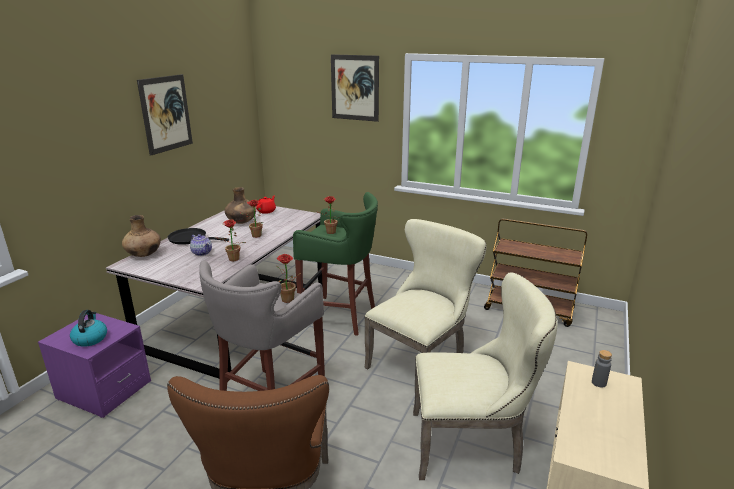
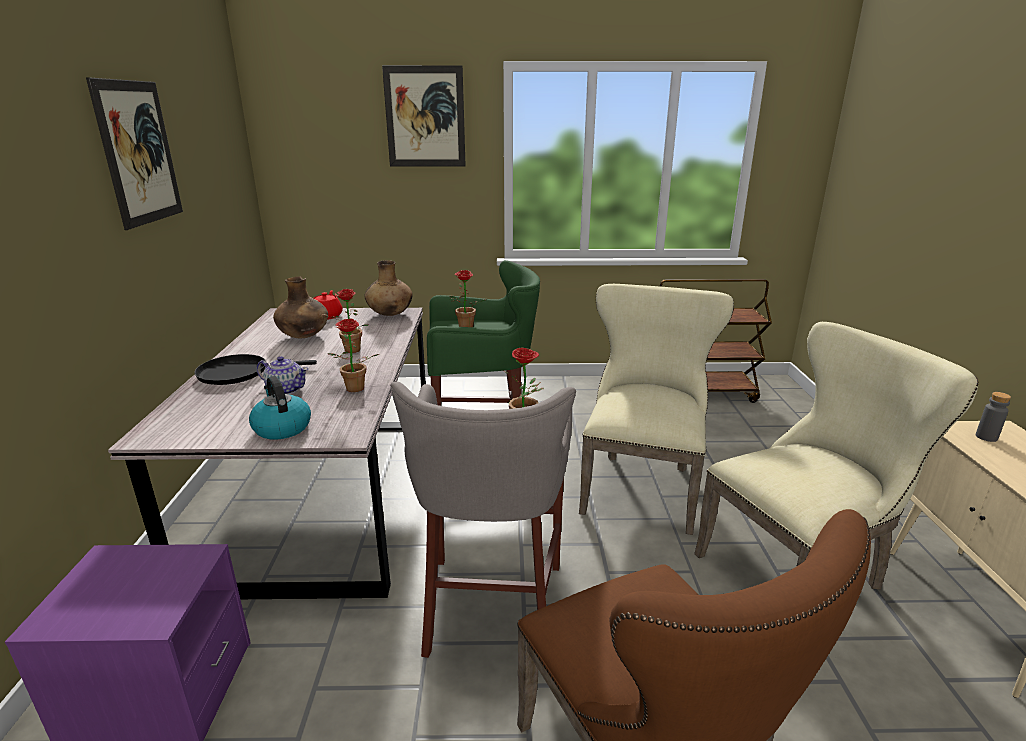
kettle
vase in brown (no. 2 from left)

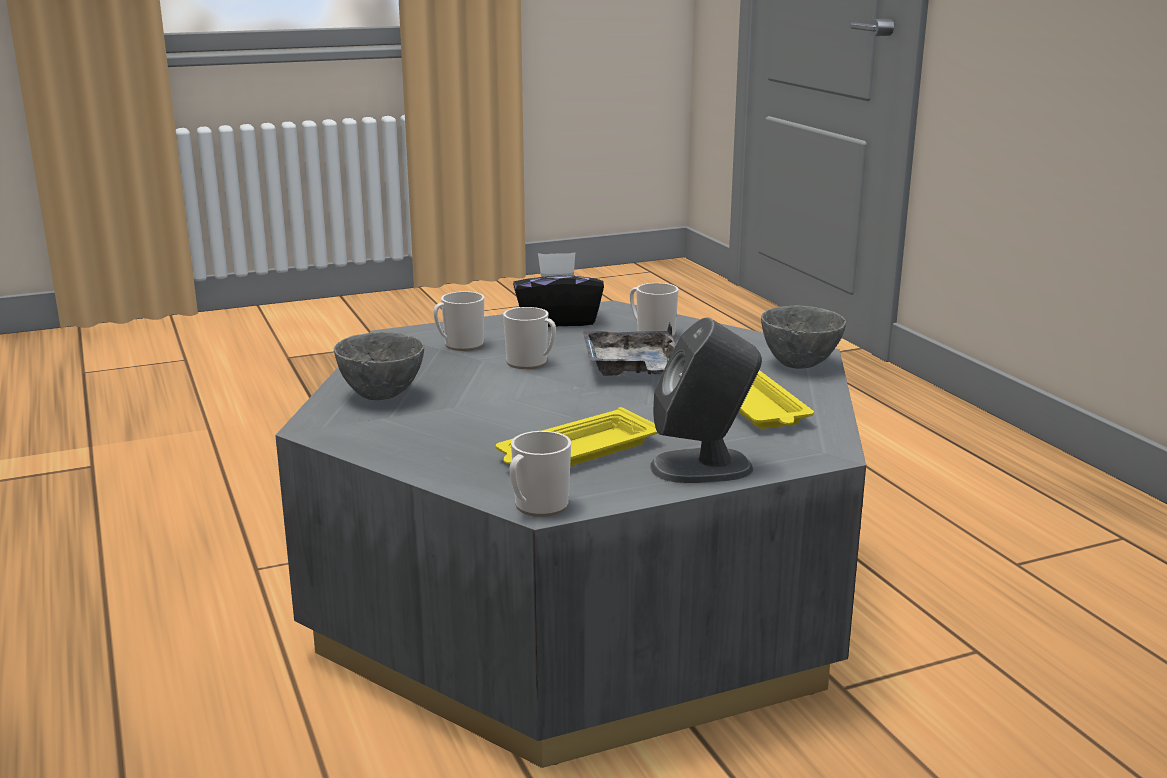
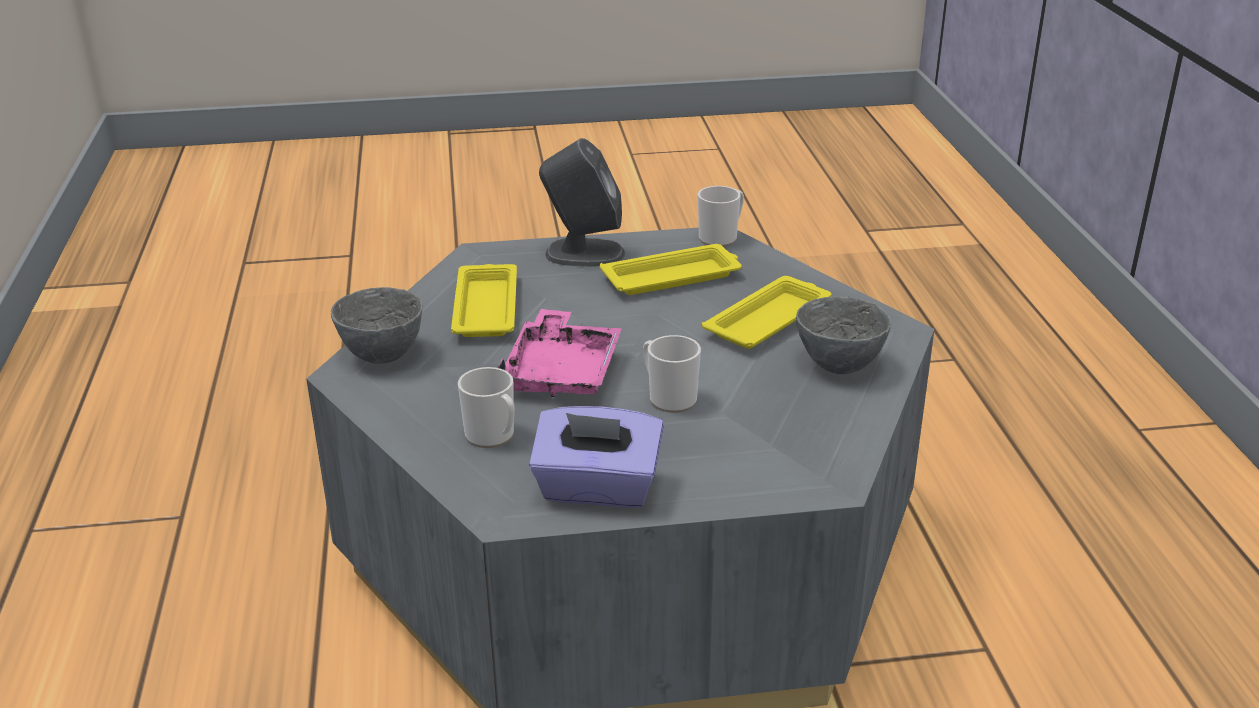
mug (no. 1 from left in the first image)
tissue box in purple
tray in pink
tray in yellow (no. 3 from left)

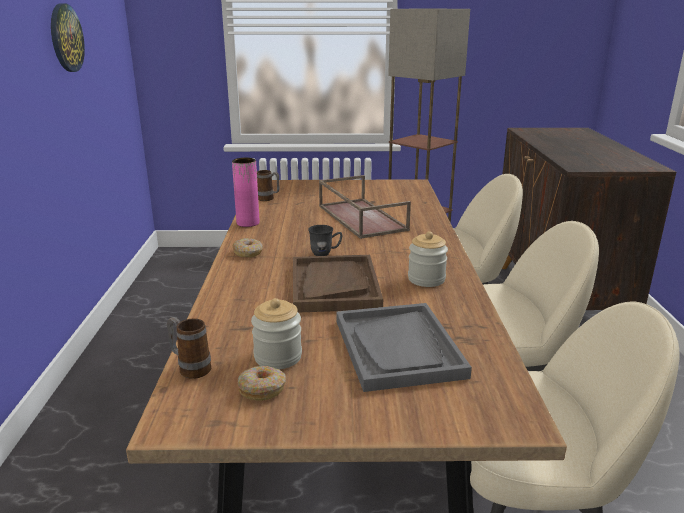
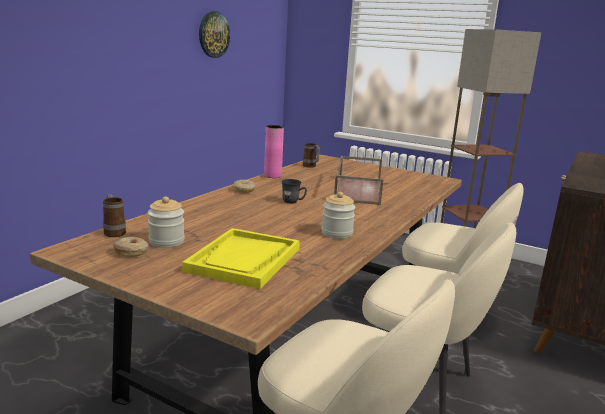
tray in brown (no. 1 from left in the first image)
tray in yellow

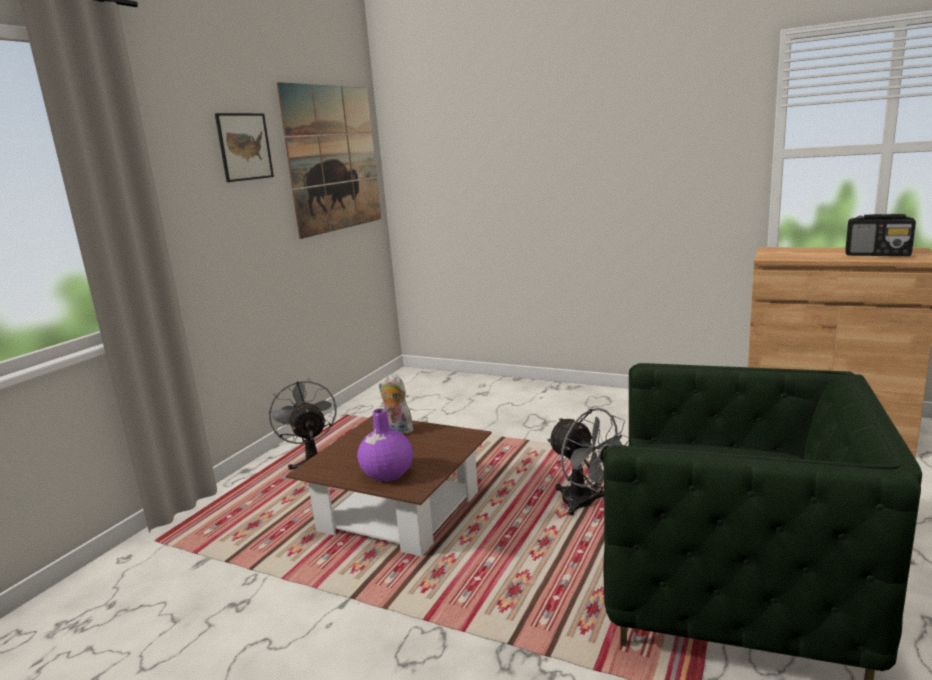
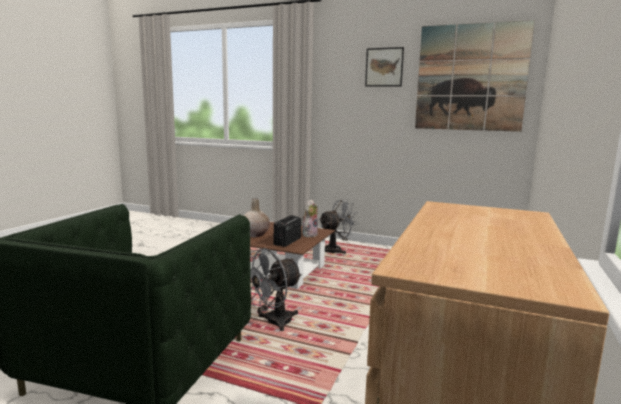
vase in beige
radio

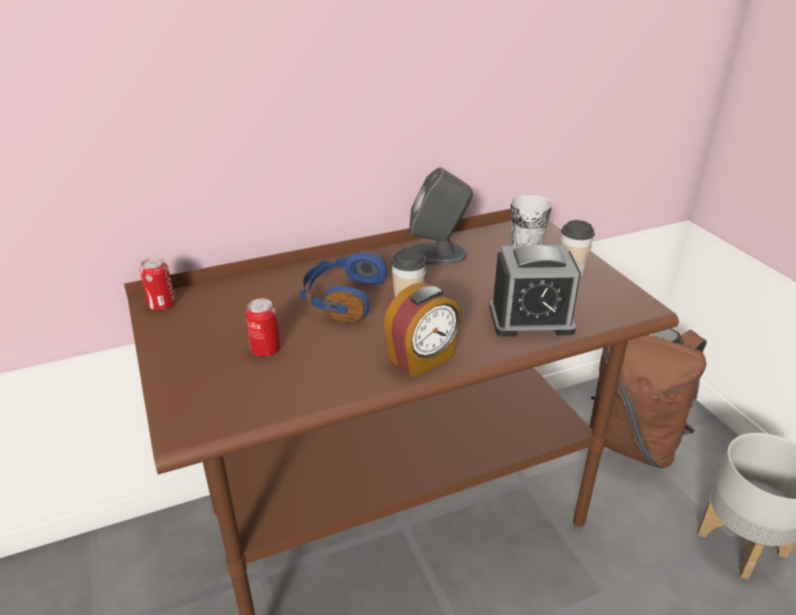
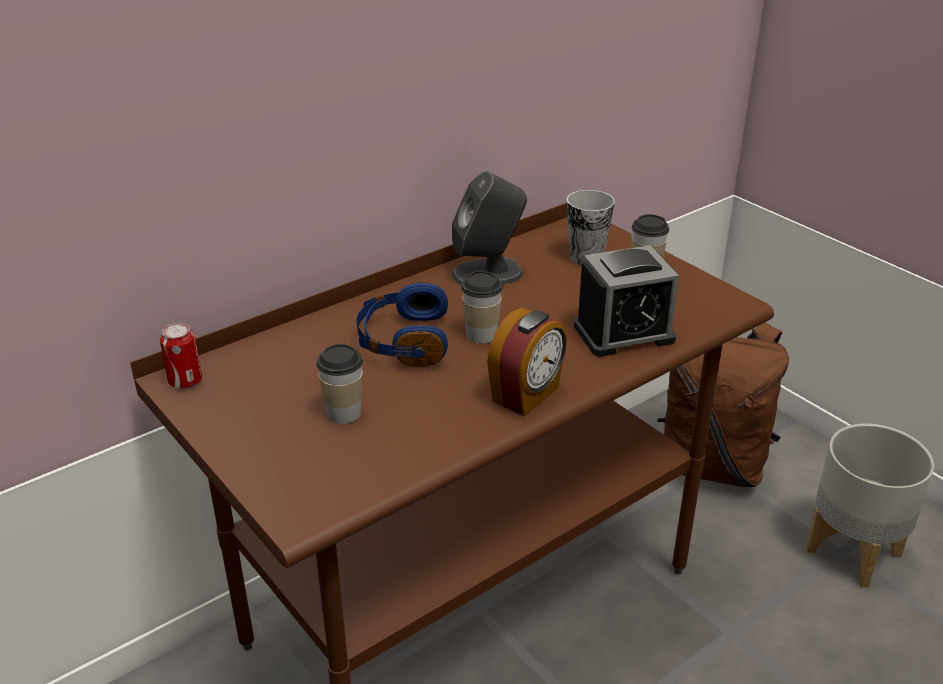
cup (no. 1 from left)

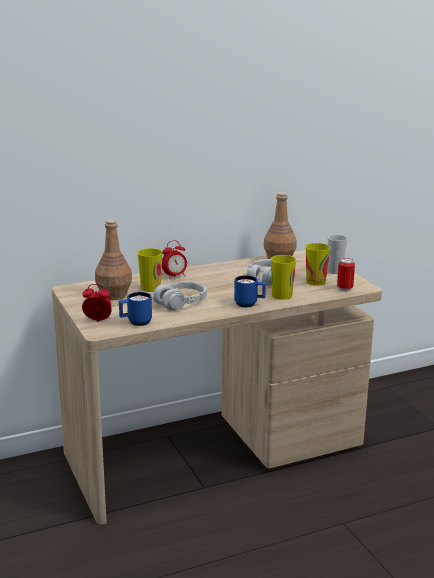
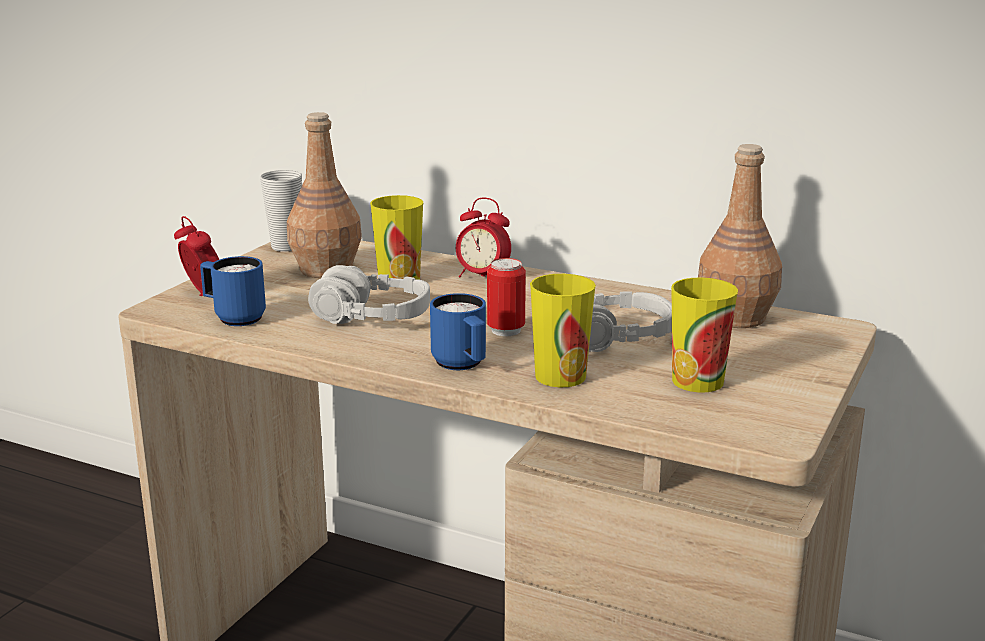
cup (no. 1 from left)
can

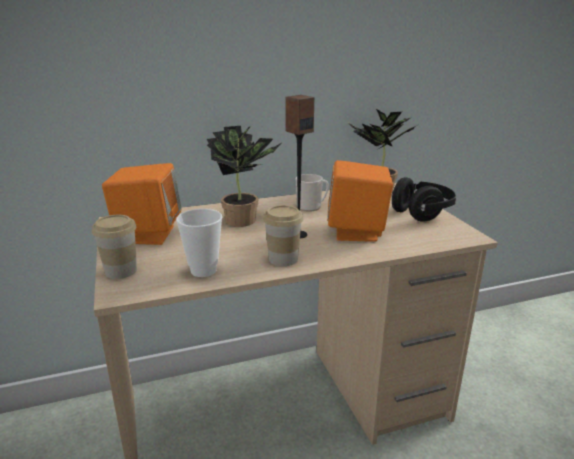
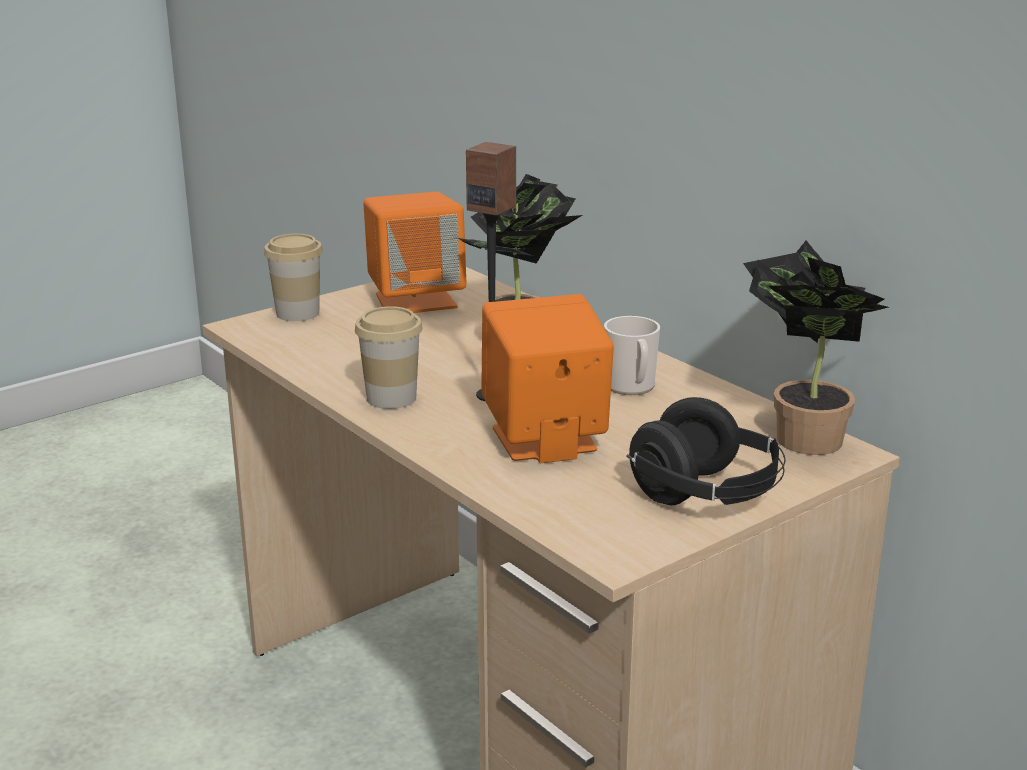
cup (no. 2 from left in the first image)

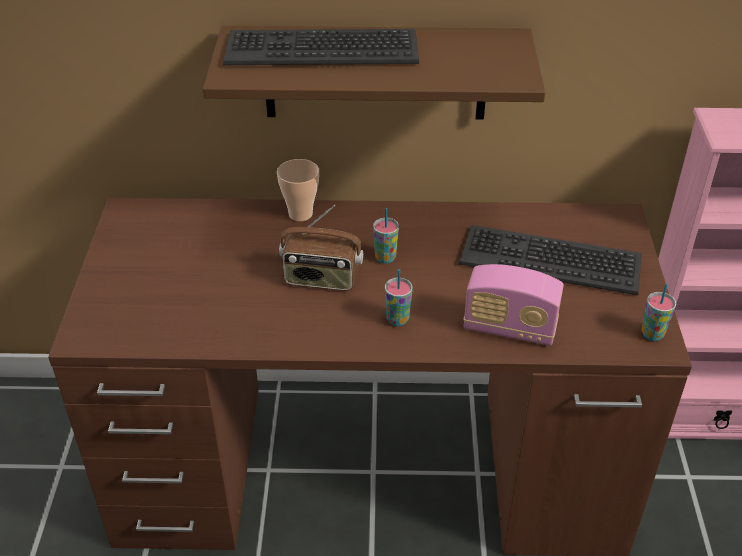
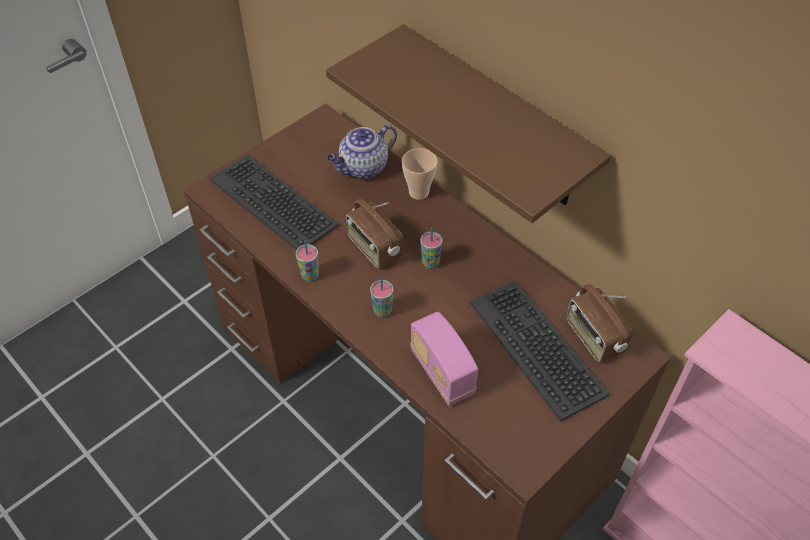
keyboard (no. 1 from left)
cup (no. 1 from left)
teapot
radio (no. 3 from left)

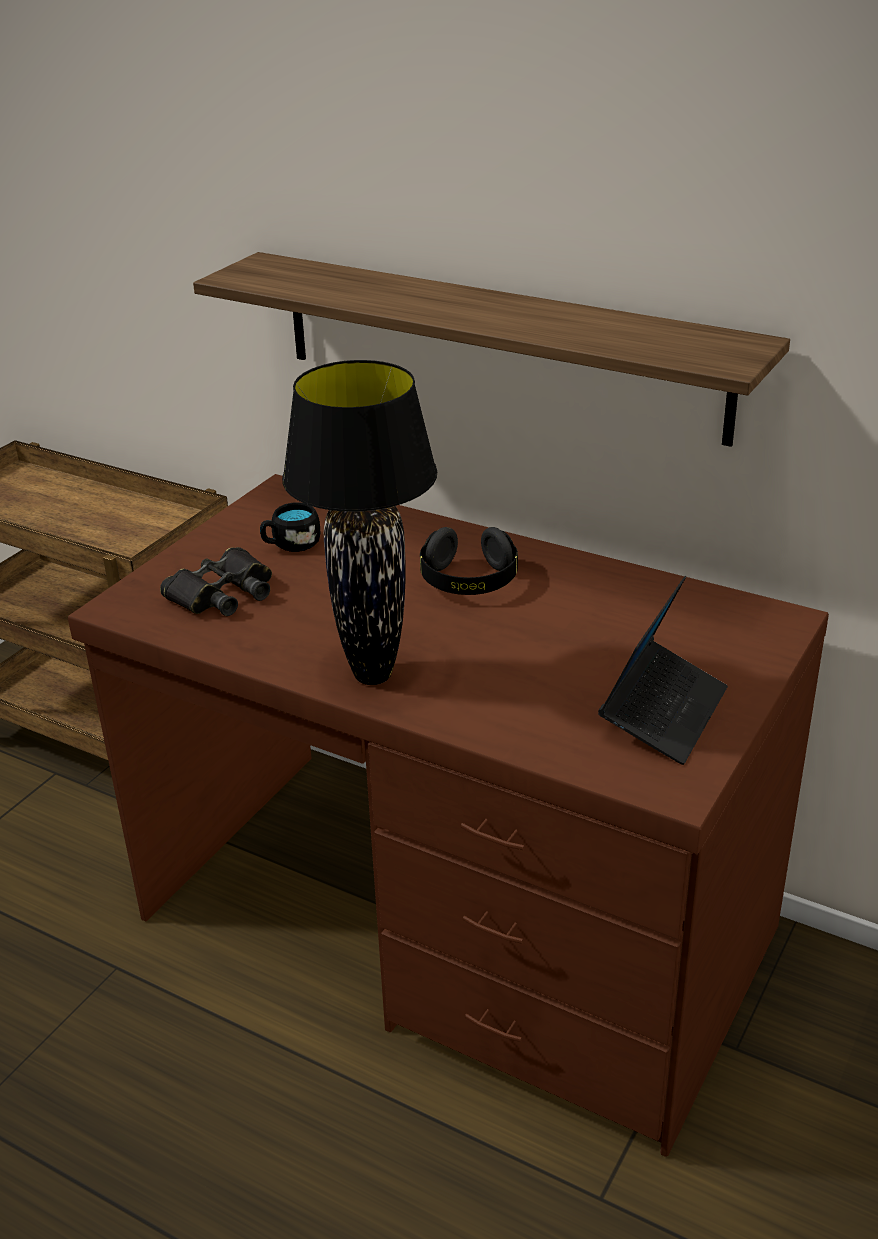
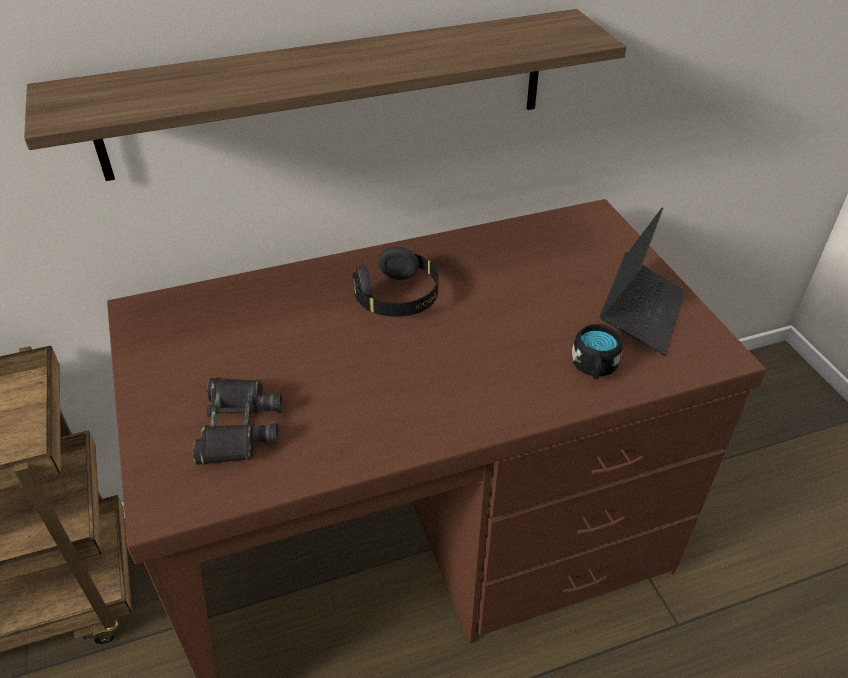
mug in black
table lamp in black
laptop

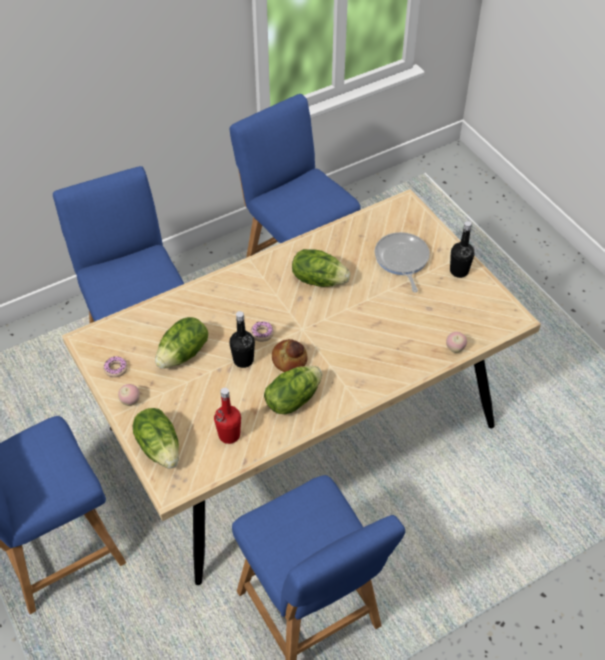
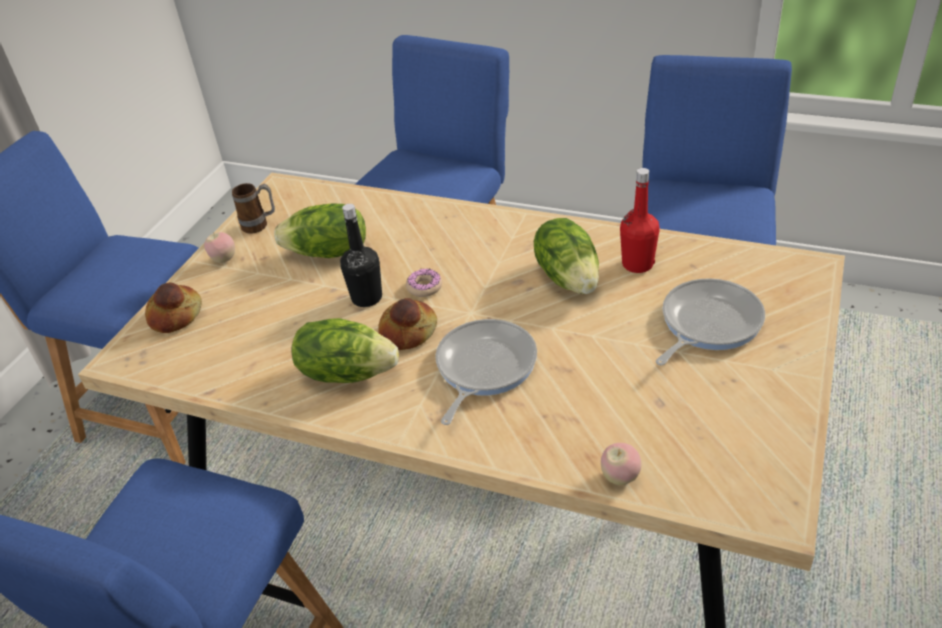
mug
bread (no. 1 from left)
bottle in red
bottle in black (no. 2 from left in the first image)
frying pan (no. 1 from left)

